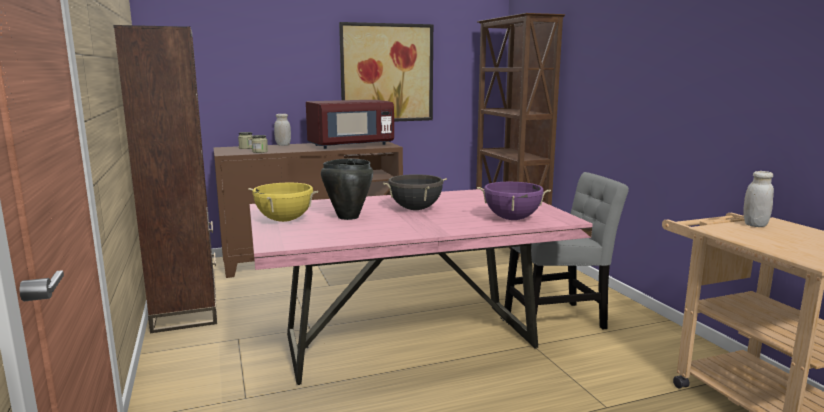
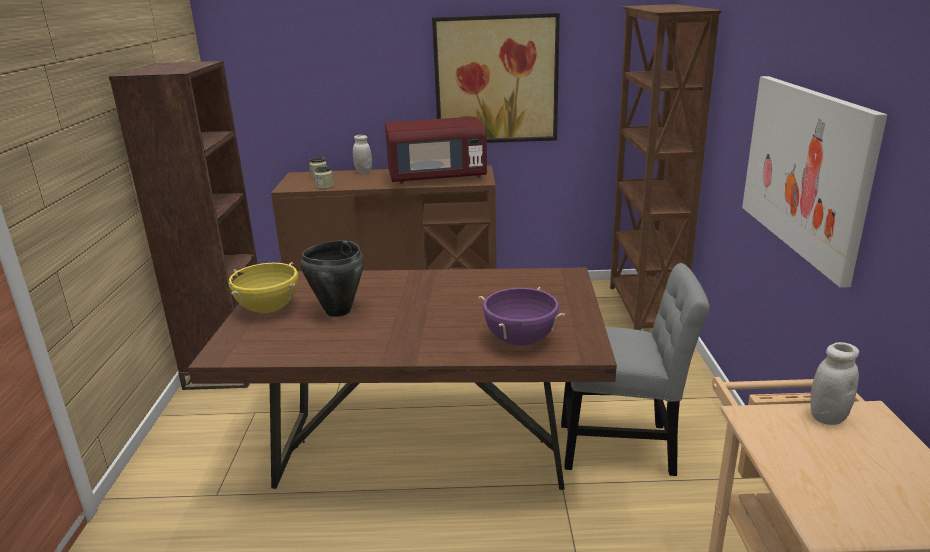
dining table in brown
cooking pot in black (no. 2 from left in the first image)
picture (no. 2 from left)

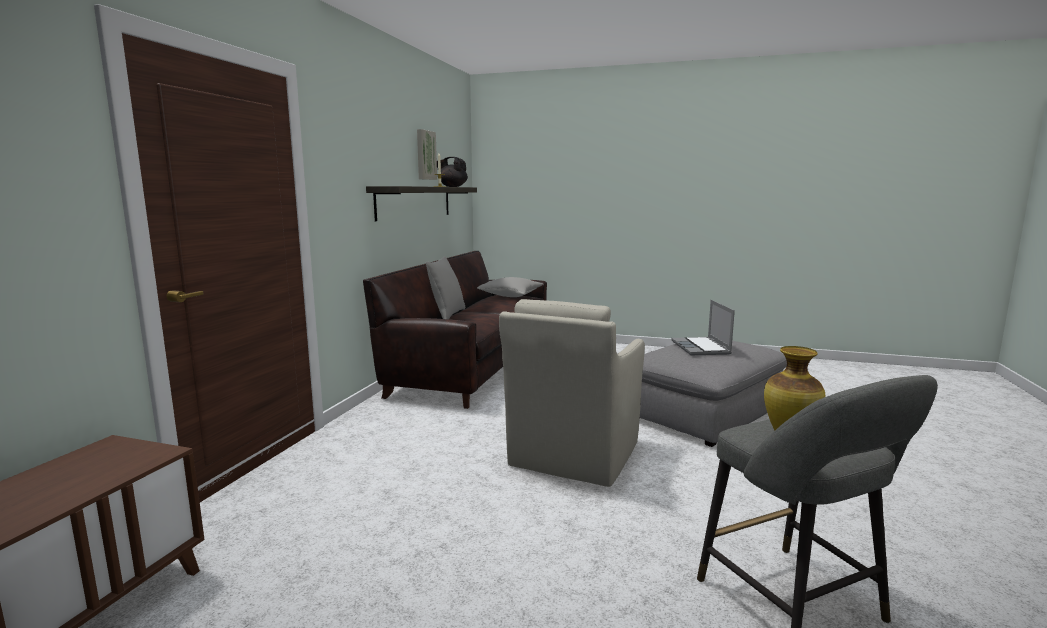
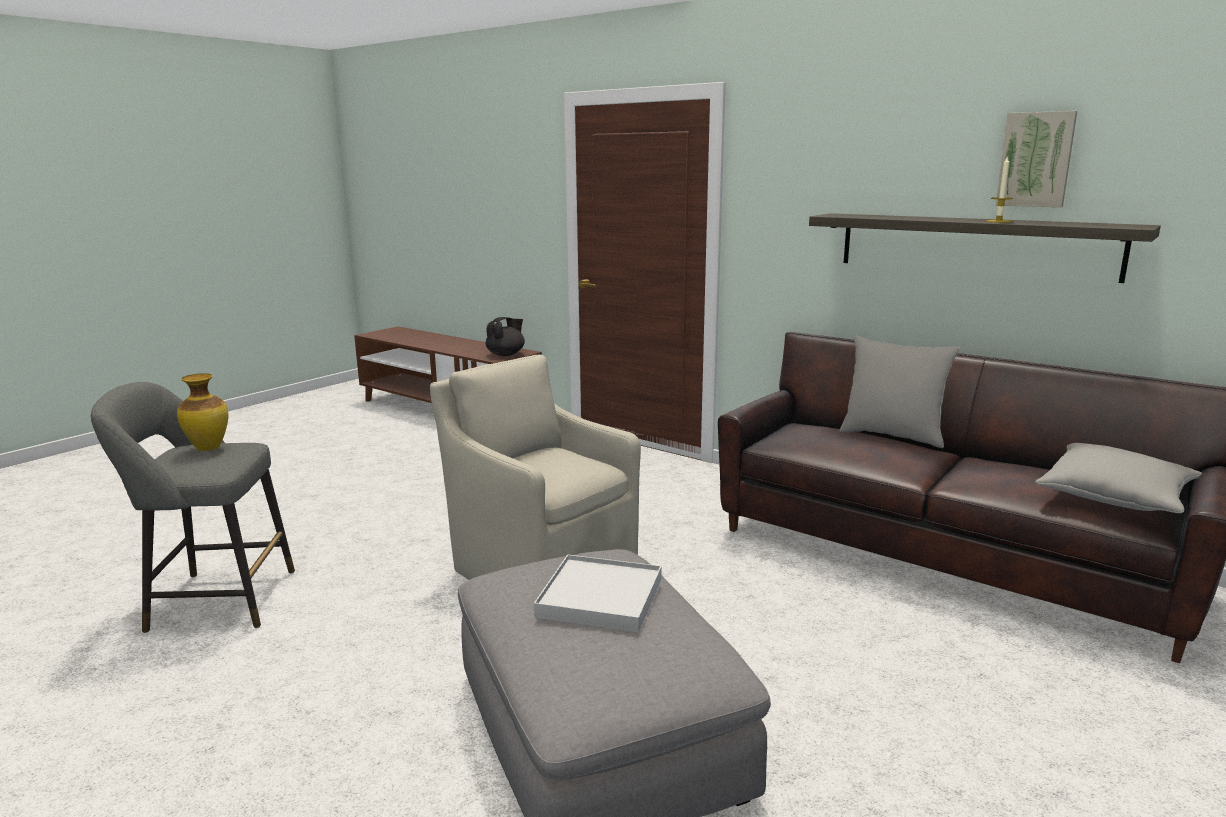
teapot in black
tray in white

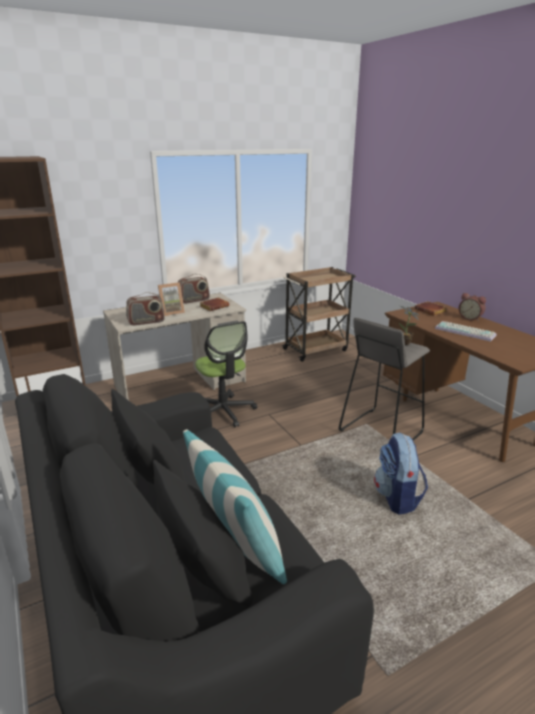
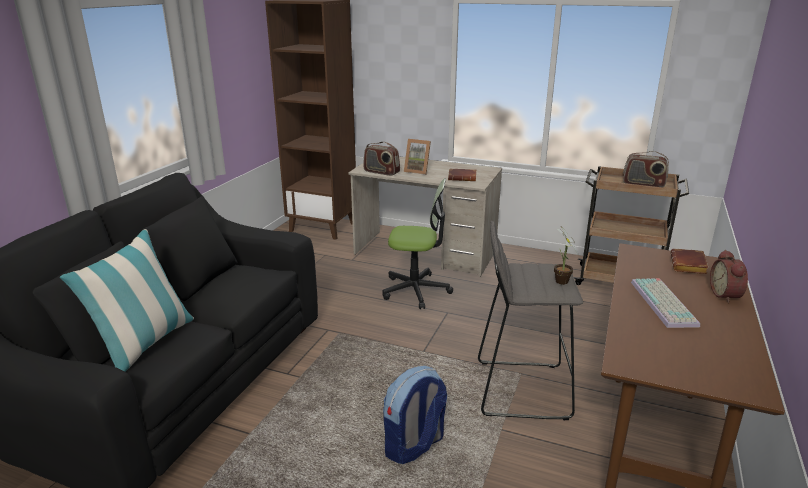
radio (no. 2 from left)
office chair

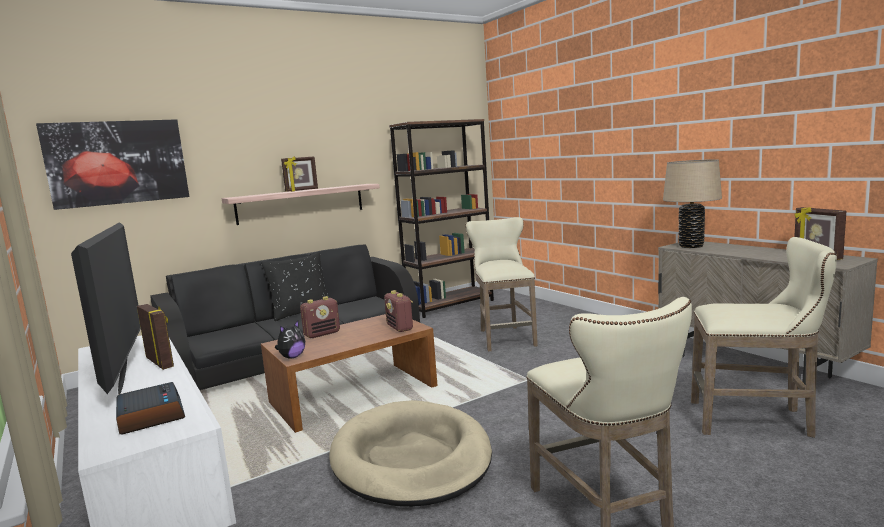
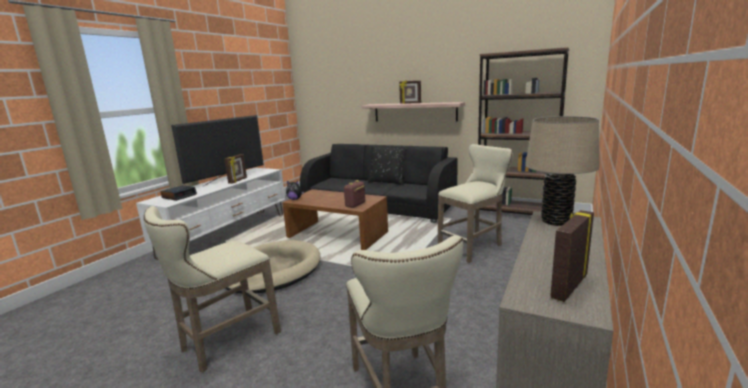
picture
radio (no. 1 from left in the first image)

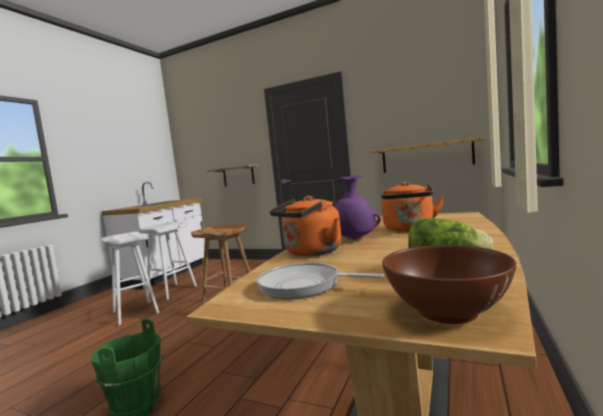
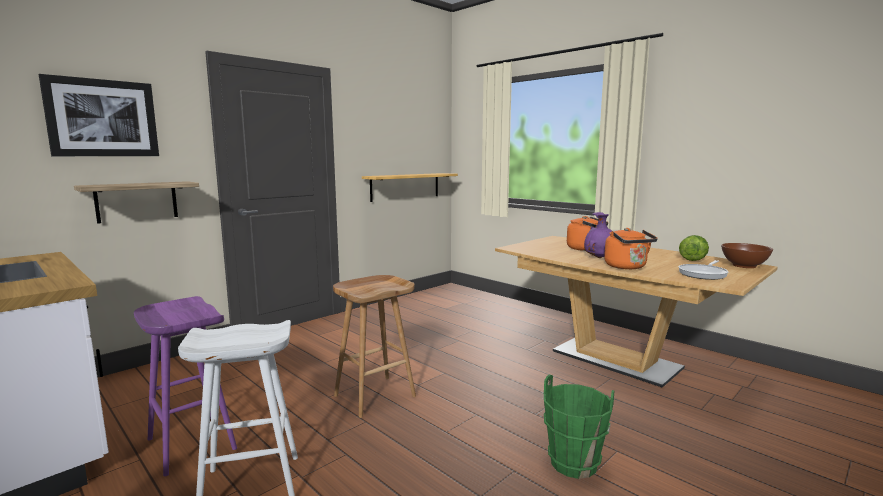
stool in purple
picture

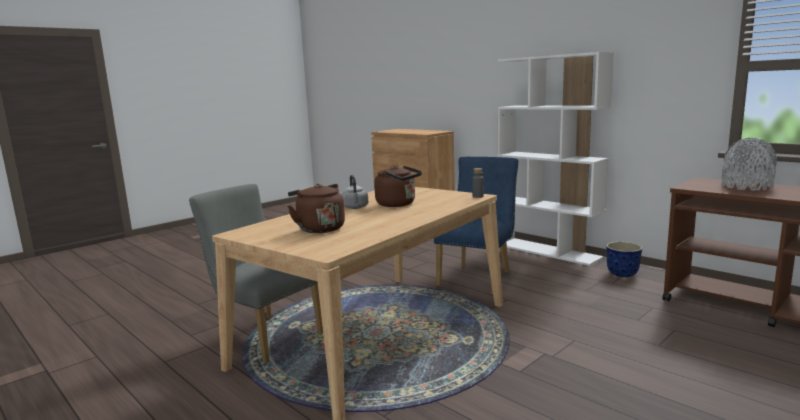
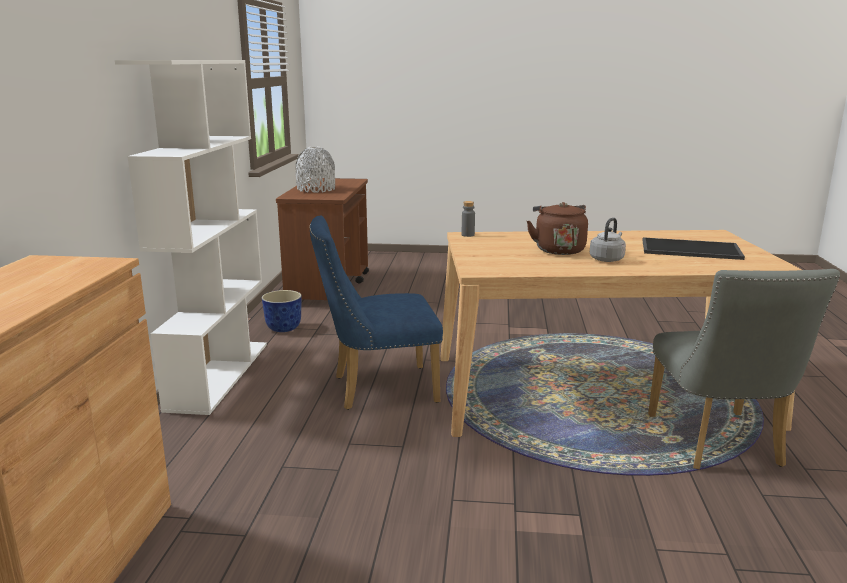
tray

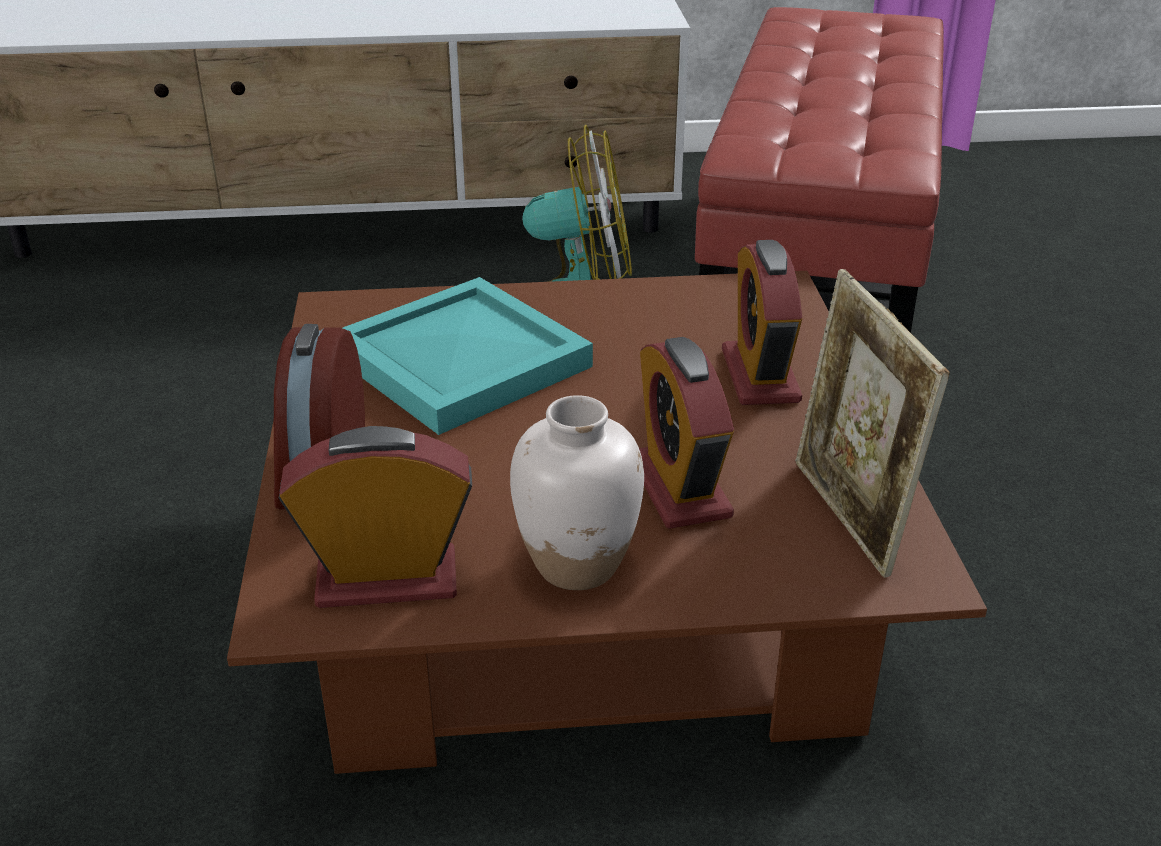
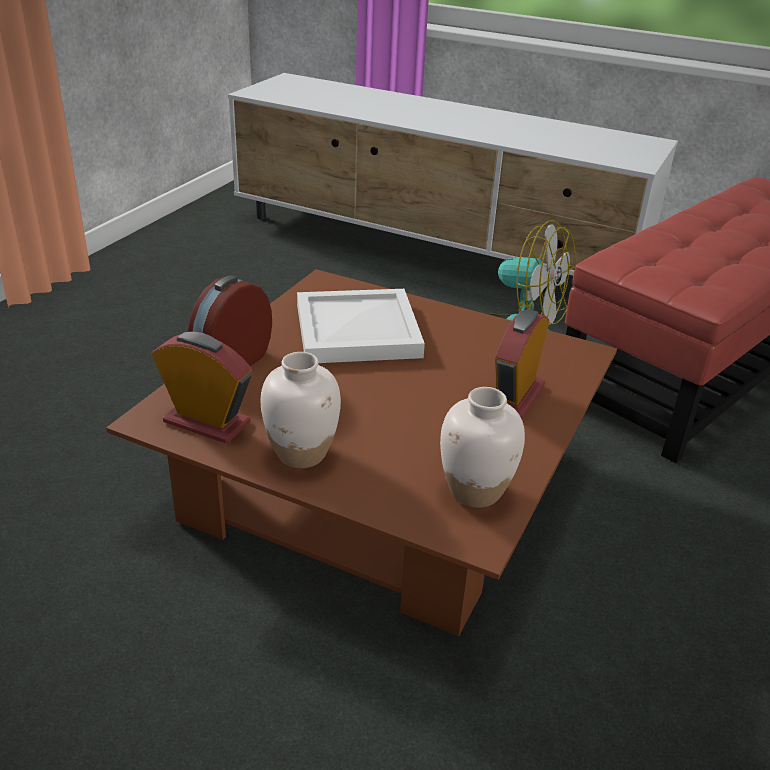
tray in white
alarm clock (no. 3 from left in the first image)
vase in white (no. 2 from left)

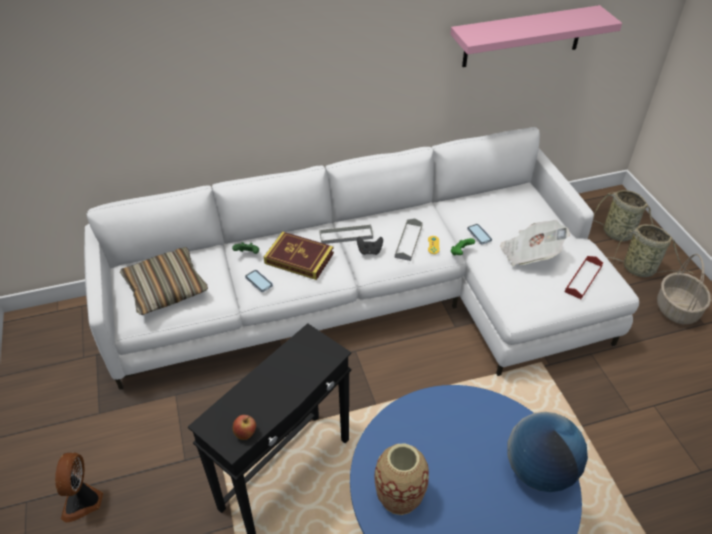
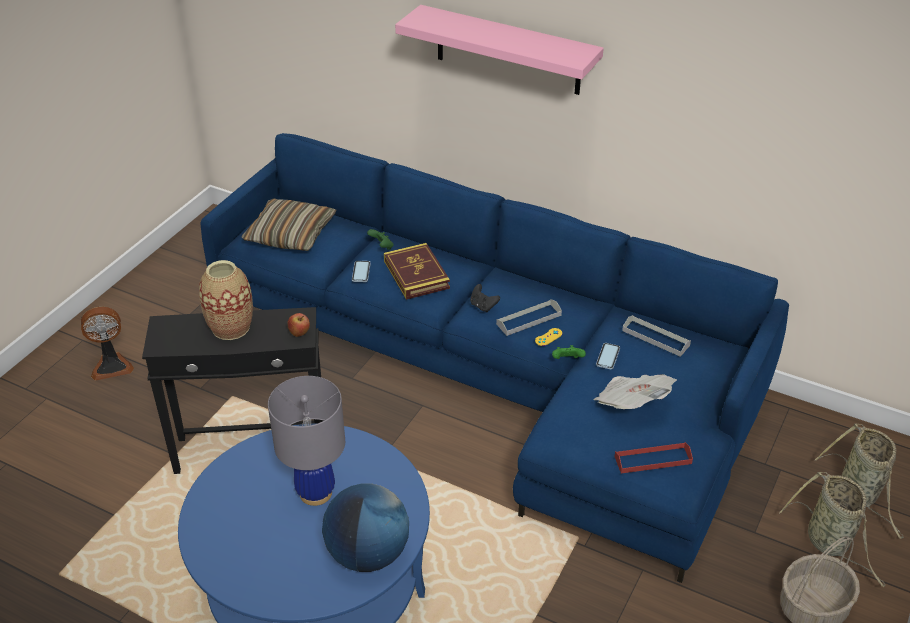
fan
sofa in blue
apple
tray in grey (no. 2 from left)
vase
shelf in pink
table lamp in grey

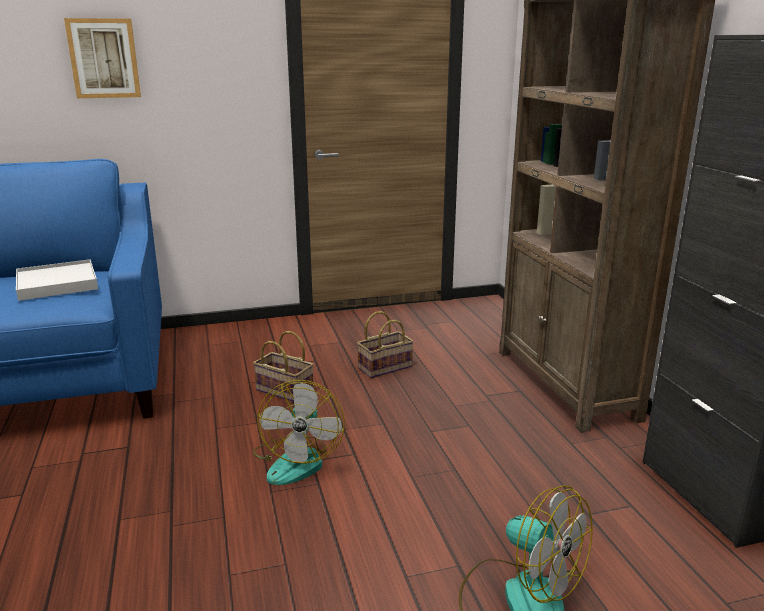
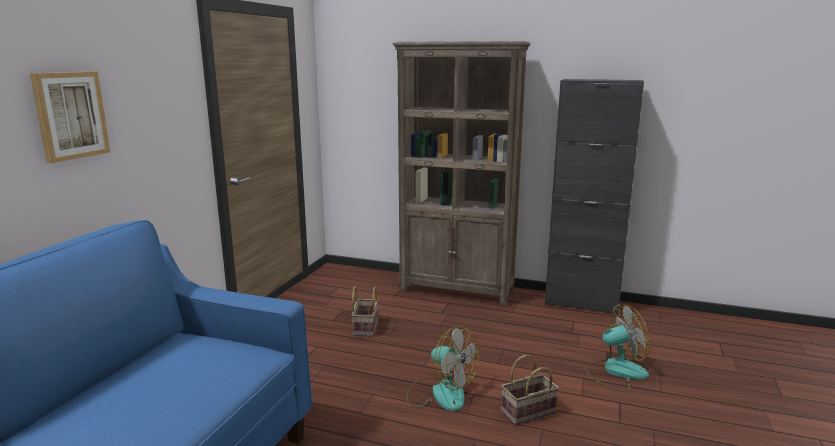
tray in white
basket (no. 2 from left)

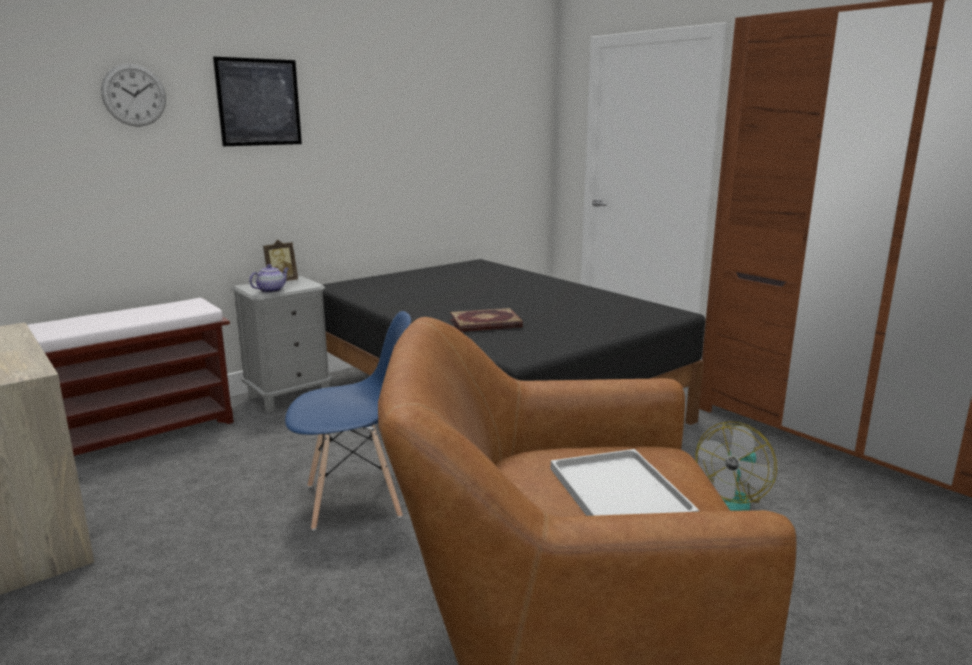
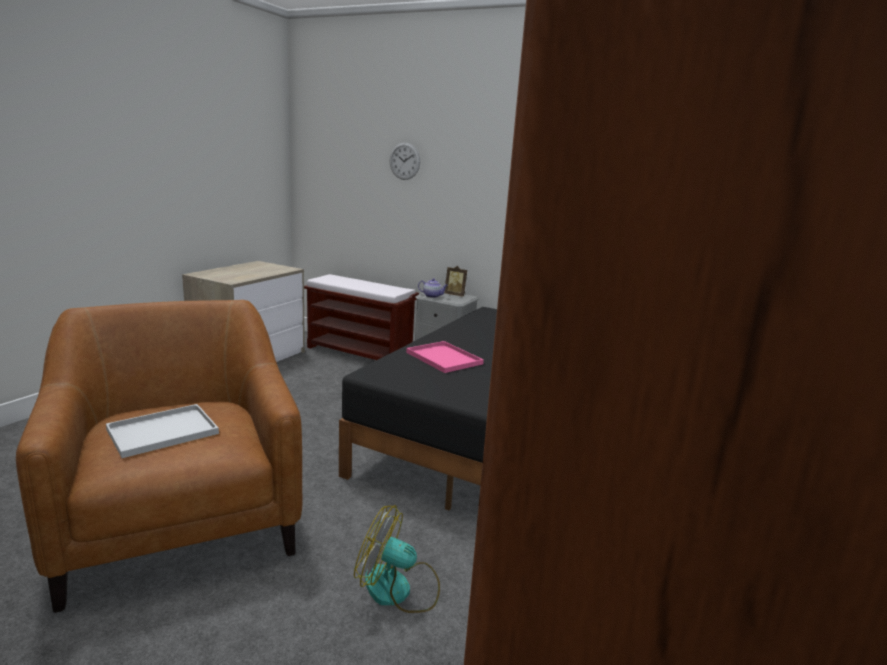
picture
chair in blue
tray in pink

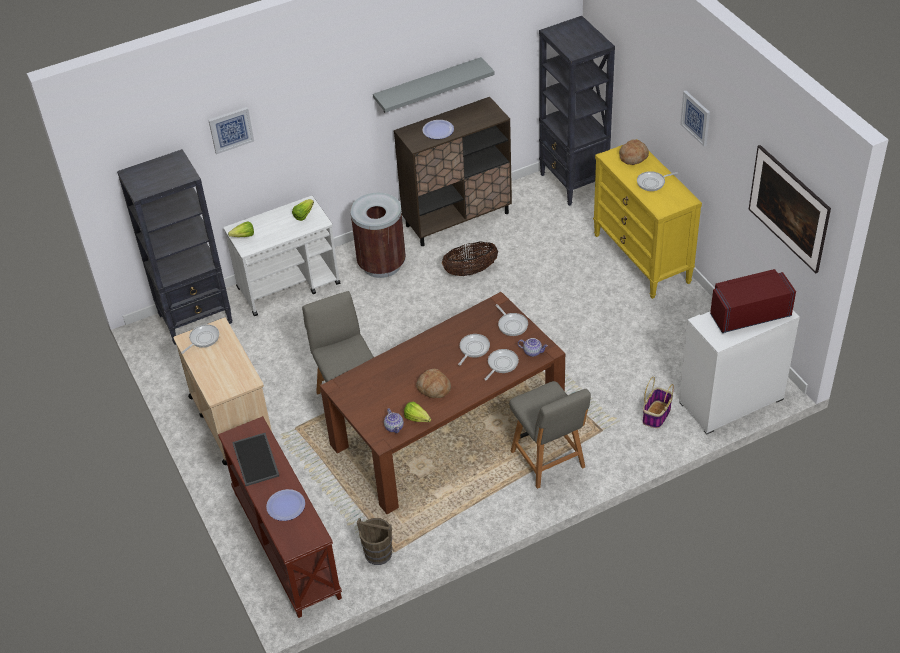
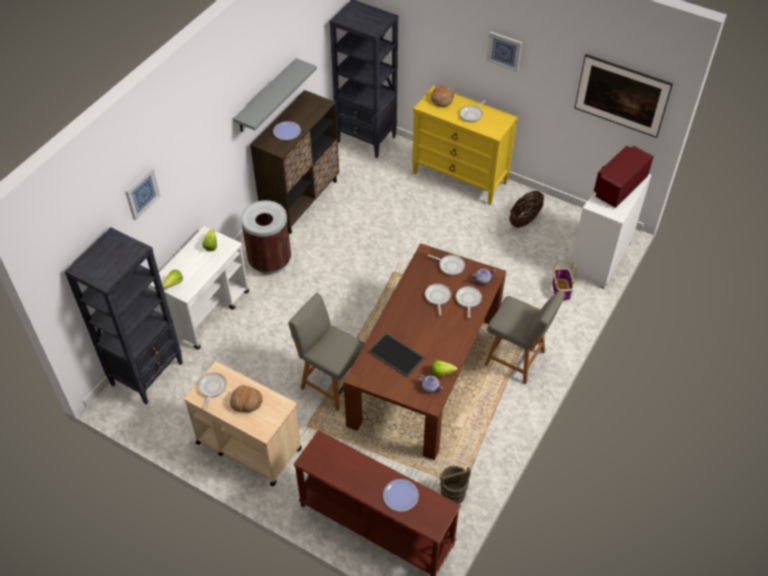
tray
bread (no. 1 from left)
basket (no. 1 from left)

